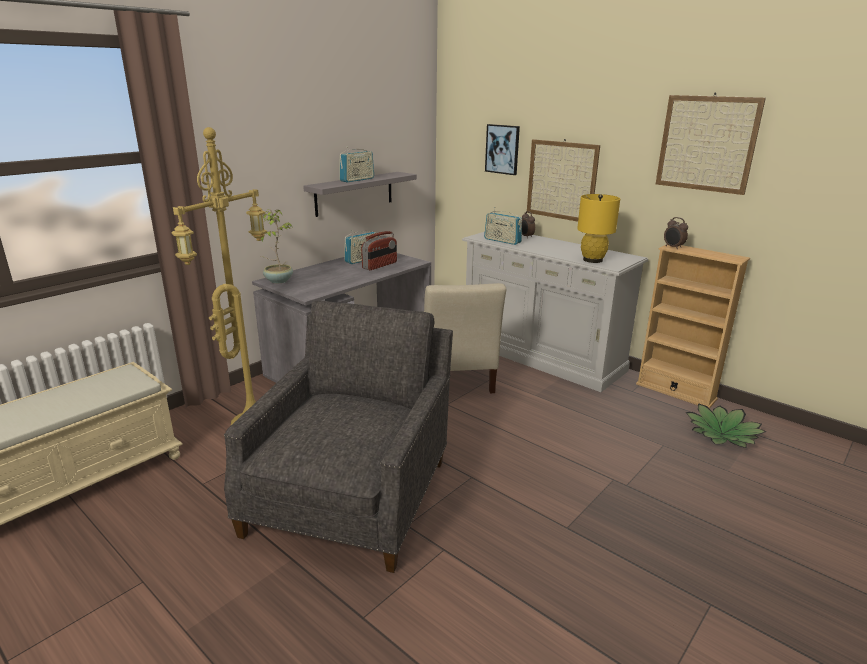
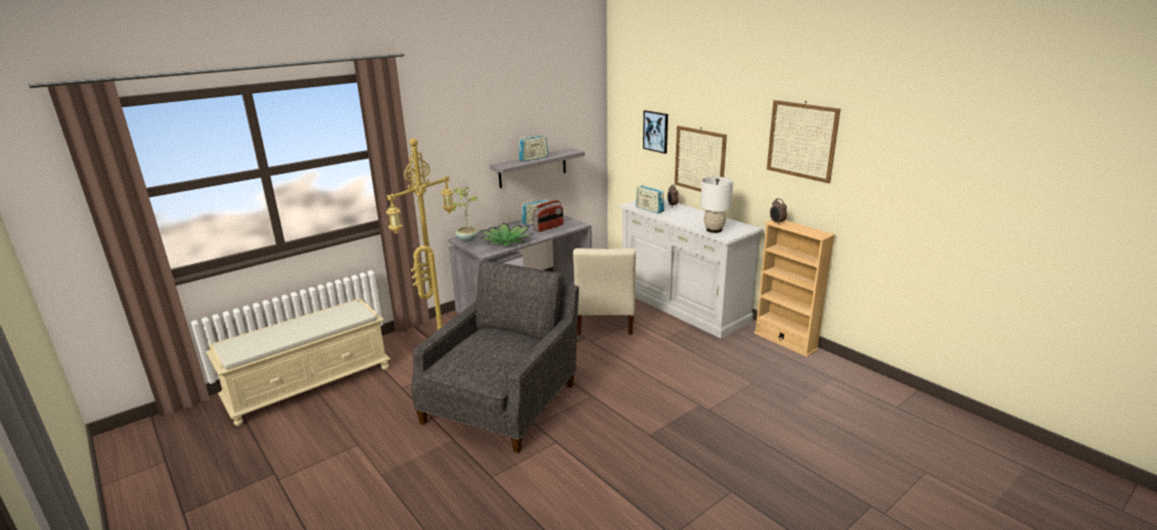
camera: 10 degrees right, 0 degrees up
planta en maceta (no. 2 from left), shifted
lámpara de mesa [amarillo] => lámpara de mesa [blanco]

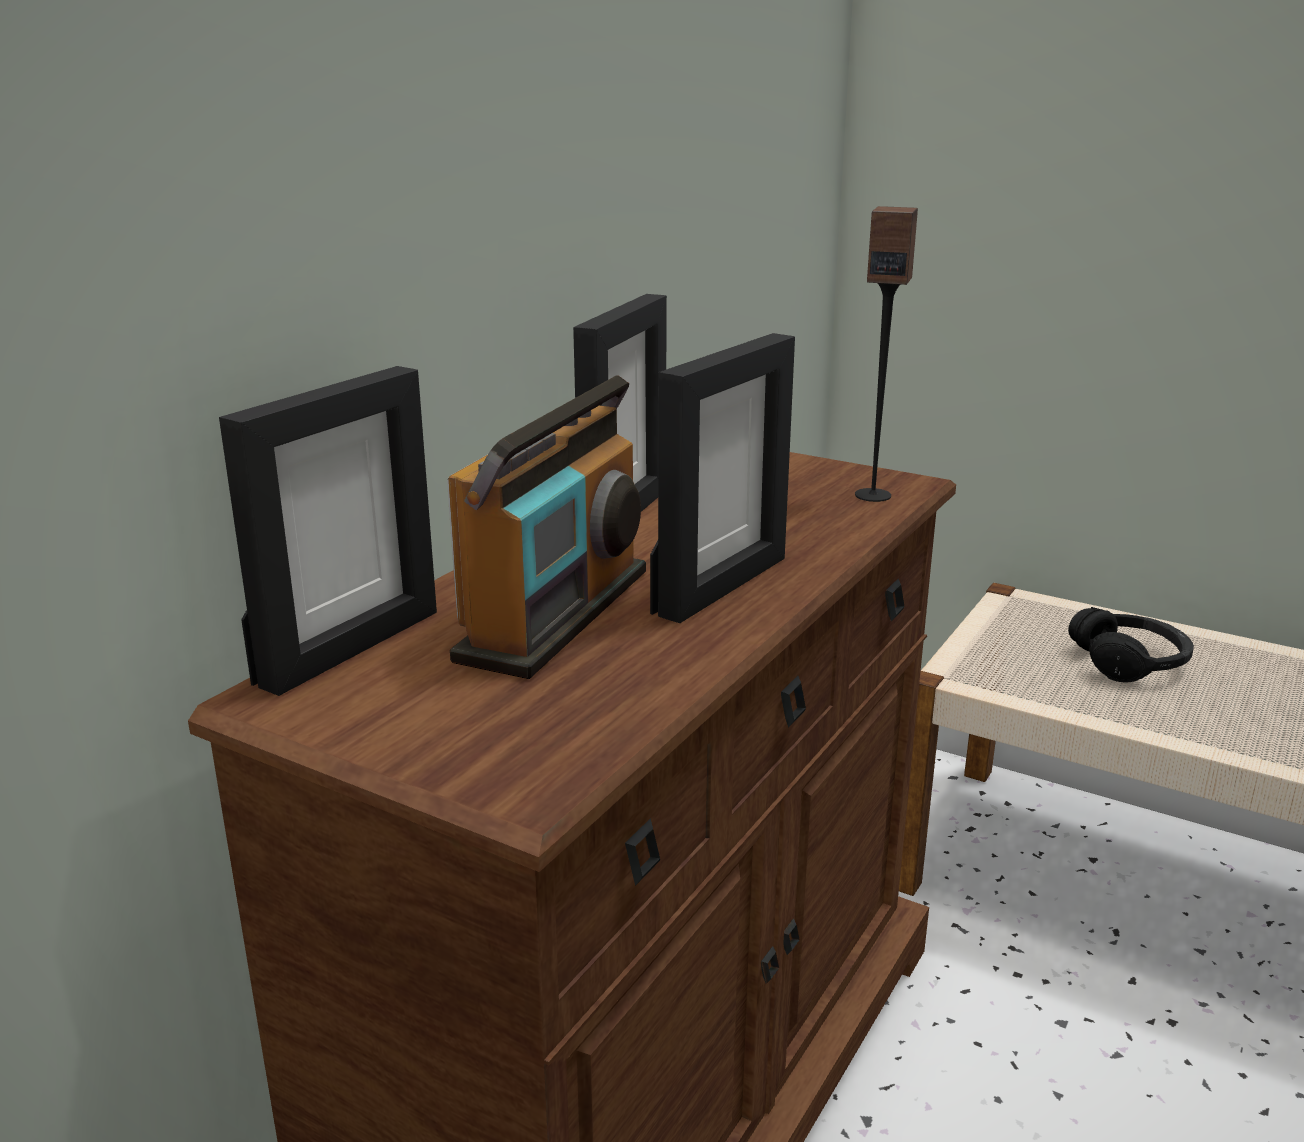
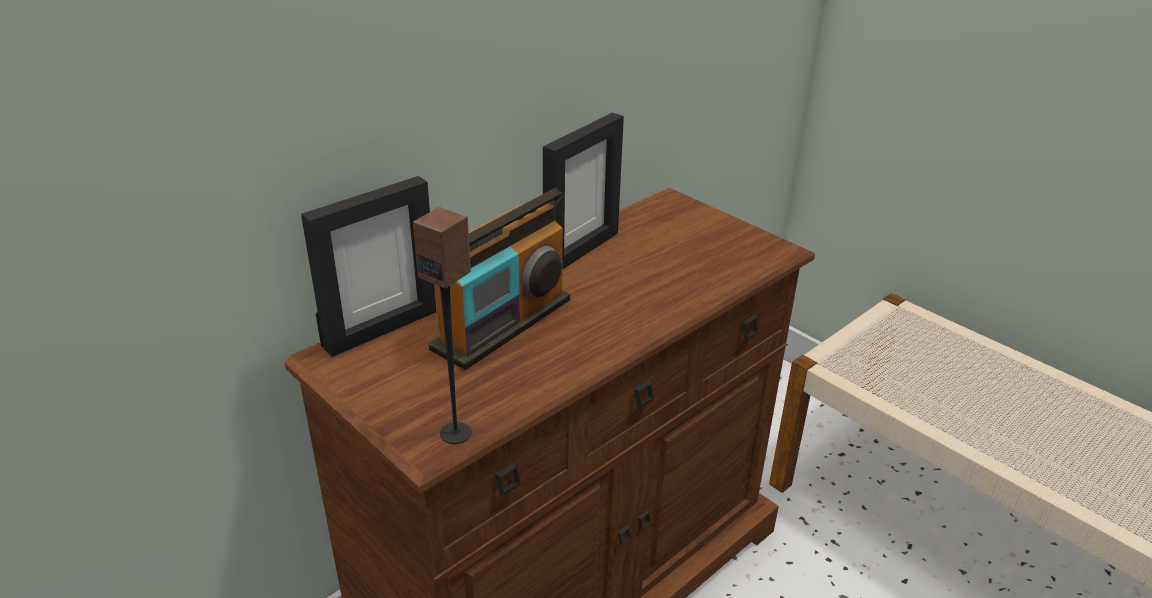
camera: 15 degrees right, 10 degrees up
portarretratos (no. 3 from left) => nothing
auriculares [negro] => nothing
altavoz, shifted

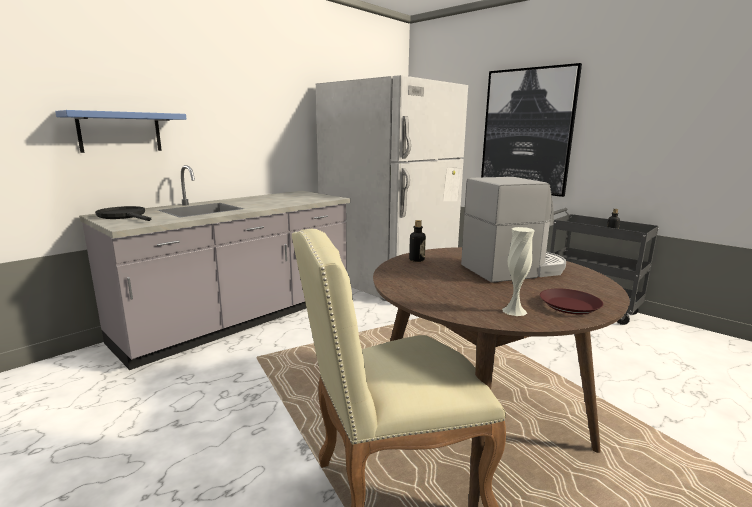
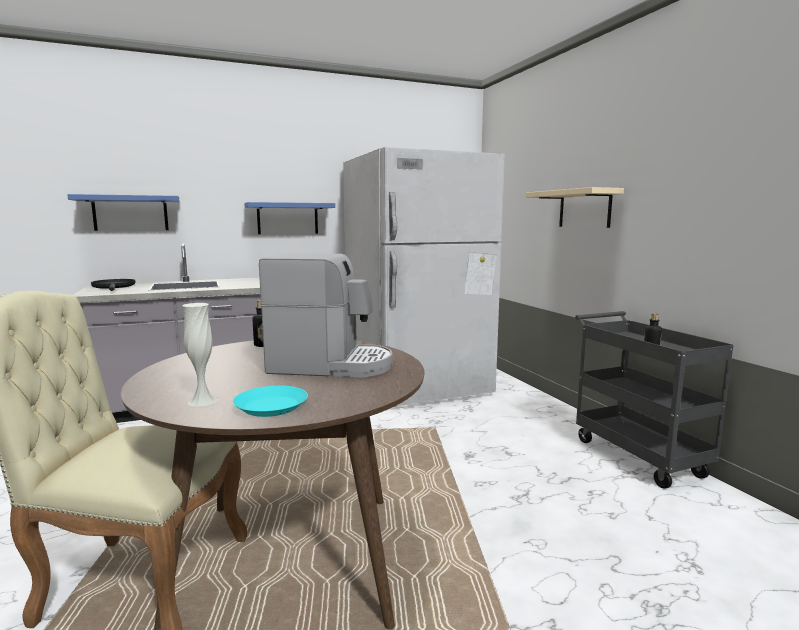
camera: 25 degrees right, 5 degrees down
nothing => estante [azul] (no. 2 from left)
cuadro => estante [beis]
plato [marrón] => plato [turquesa]

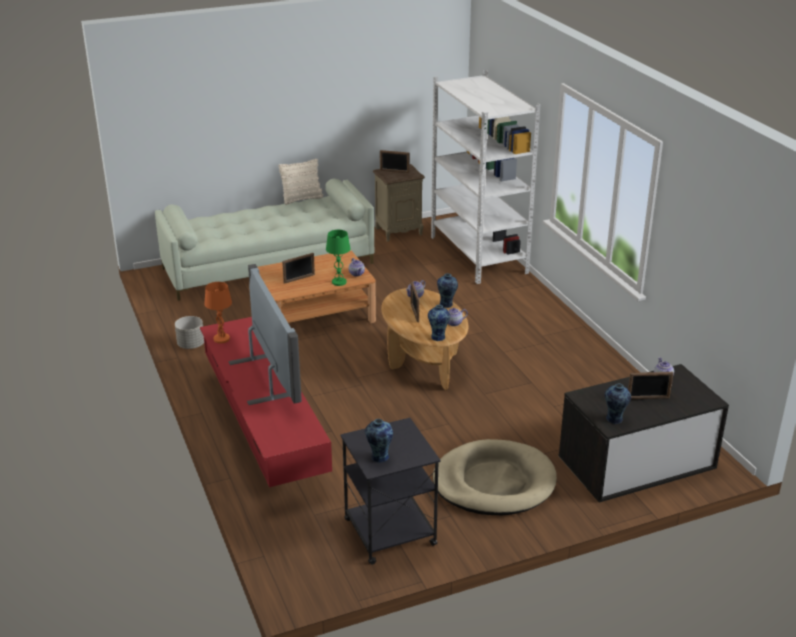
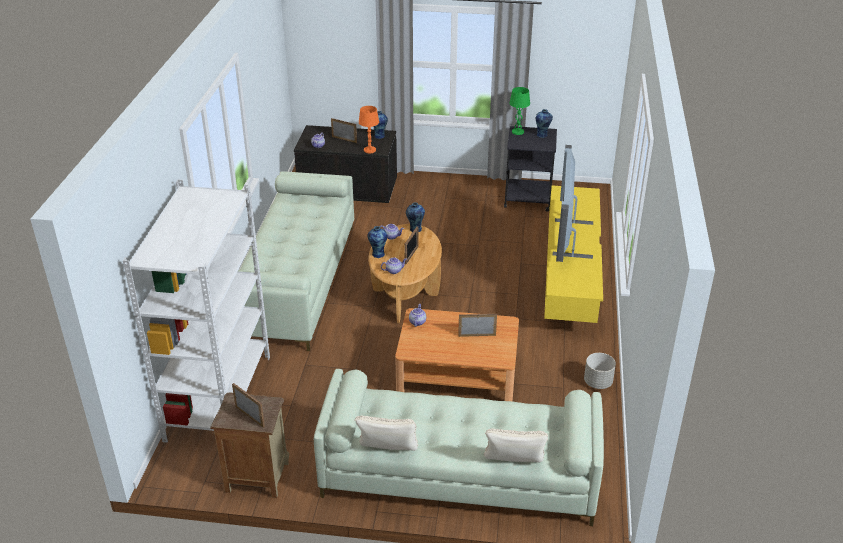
camera: 150 degrees left, 5 degrees up
cama para perro [beis] => nothing
nothing => sofá [blanco] (no. 1 from left)
nothing => cojín [beis] (no. 2 from left)
lámpara de mesa [naranja], shifted
lámpara de mesa [verde], shifted
mueble de televisión [rojo] => mueble de televisión [amarillo]

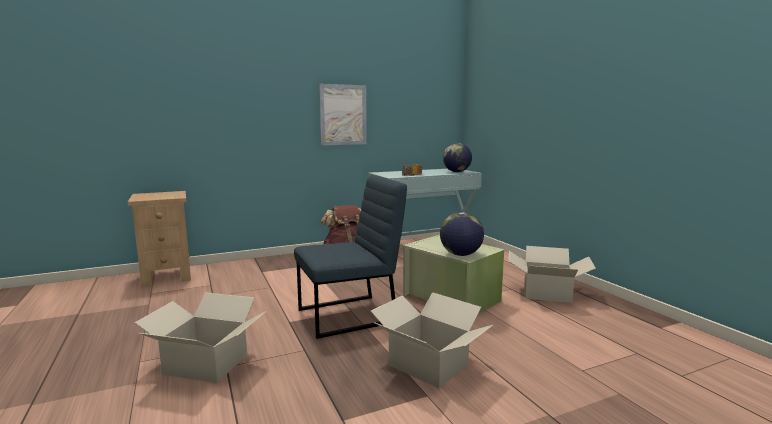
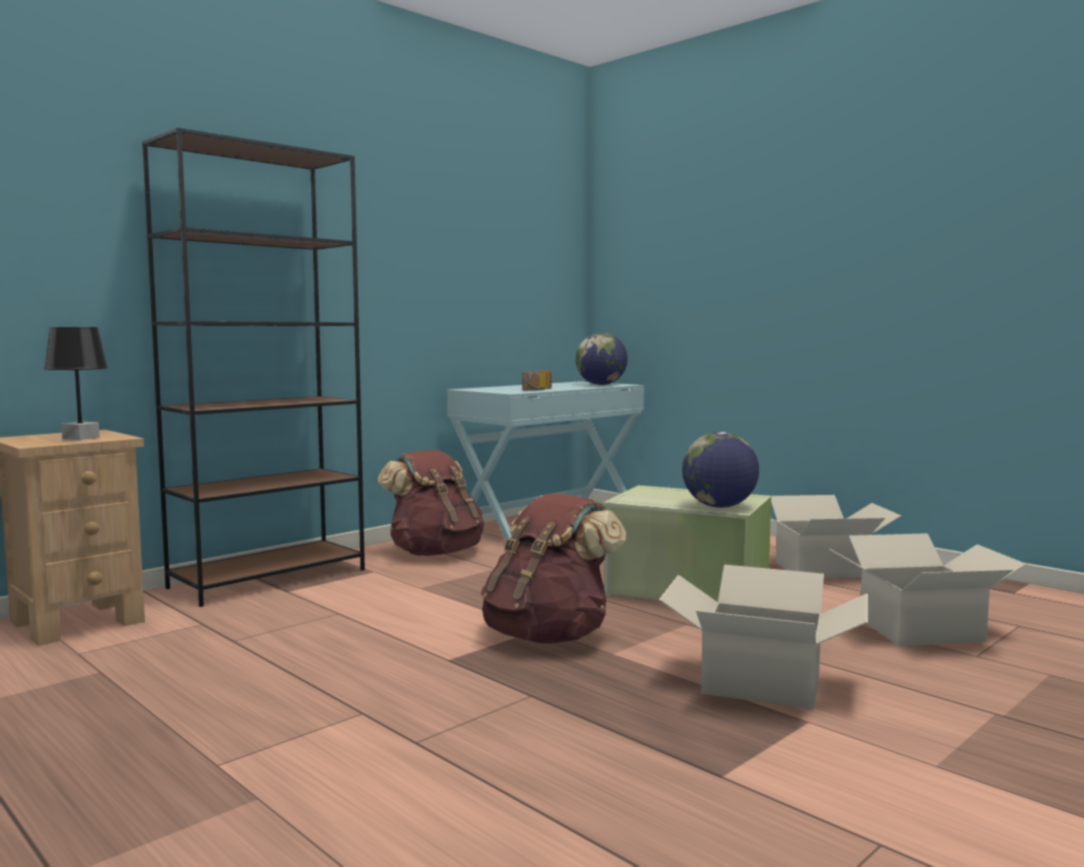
camera: 20 degrees left, 5 degrees down
cuadro => nothing
nothing => lámpara de mesa [negro]
nothing => estantería [marrón]
caja de cartón (no. 1 from left in the first image) => caja de cartón (no. 3 from left), shifted
silla [azul] => mochila [marrón] (no. 2 from left)

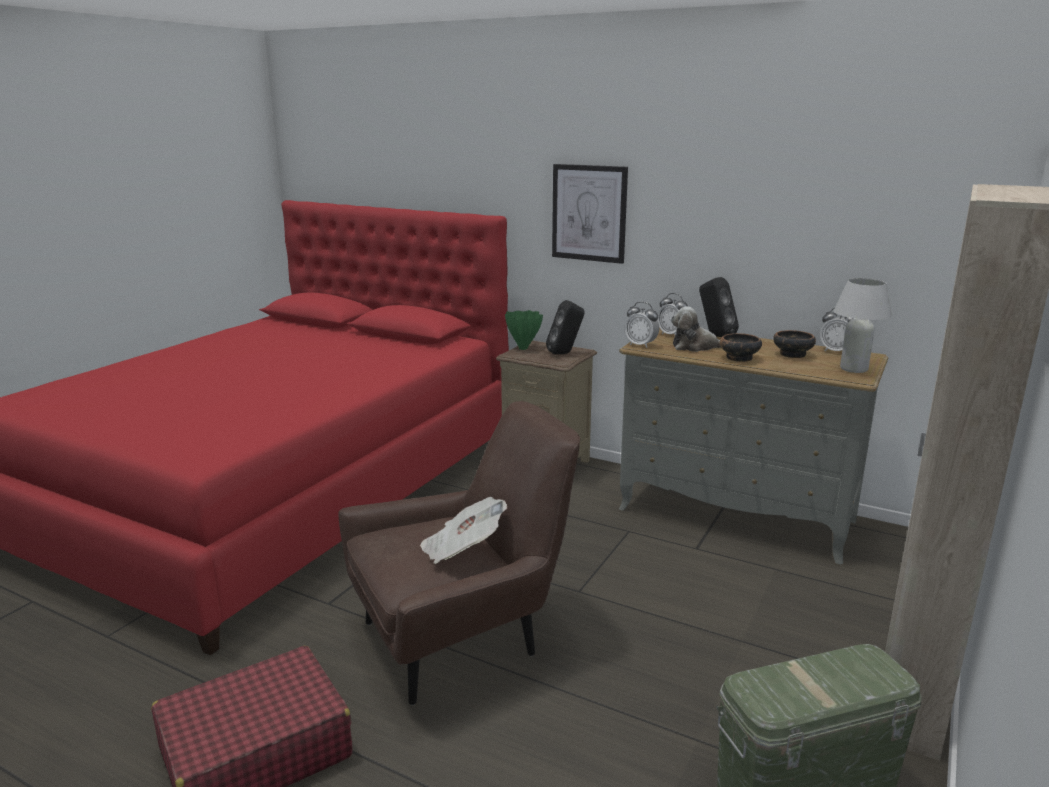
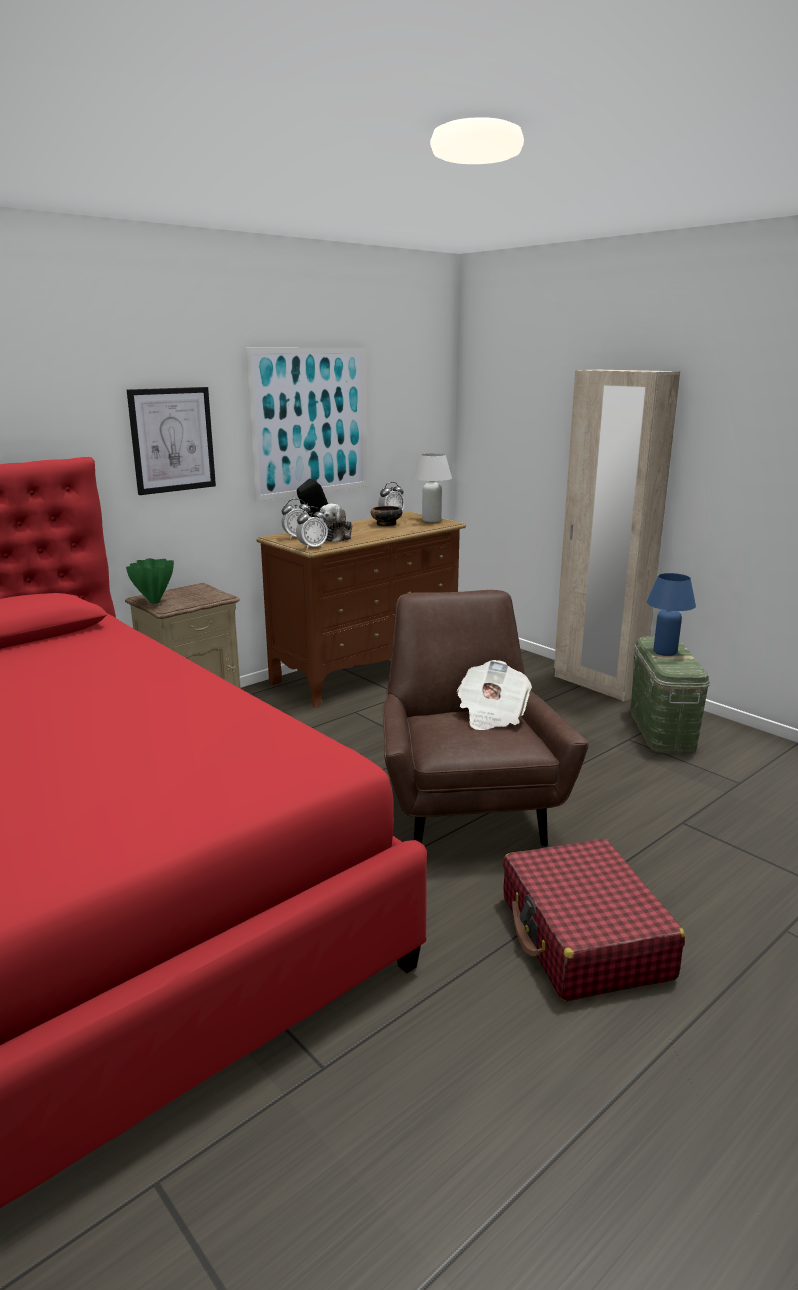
camera: 70 degrees left, 0 degrees up
altavoz [negro] (no. 1 from left) => nothing
cuenco (no. 1 from left) => nothing
nothing => cuadro (no. 2 from left)
nothing => lámpara de mesa [azul]
cómoda [gris] => cómoda [marrón]

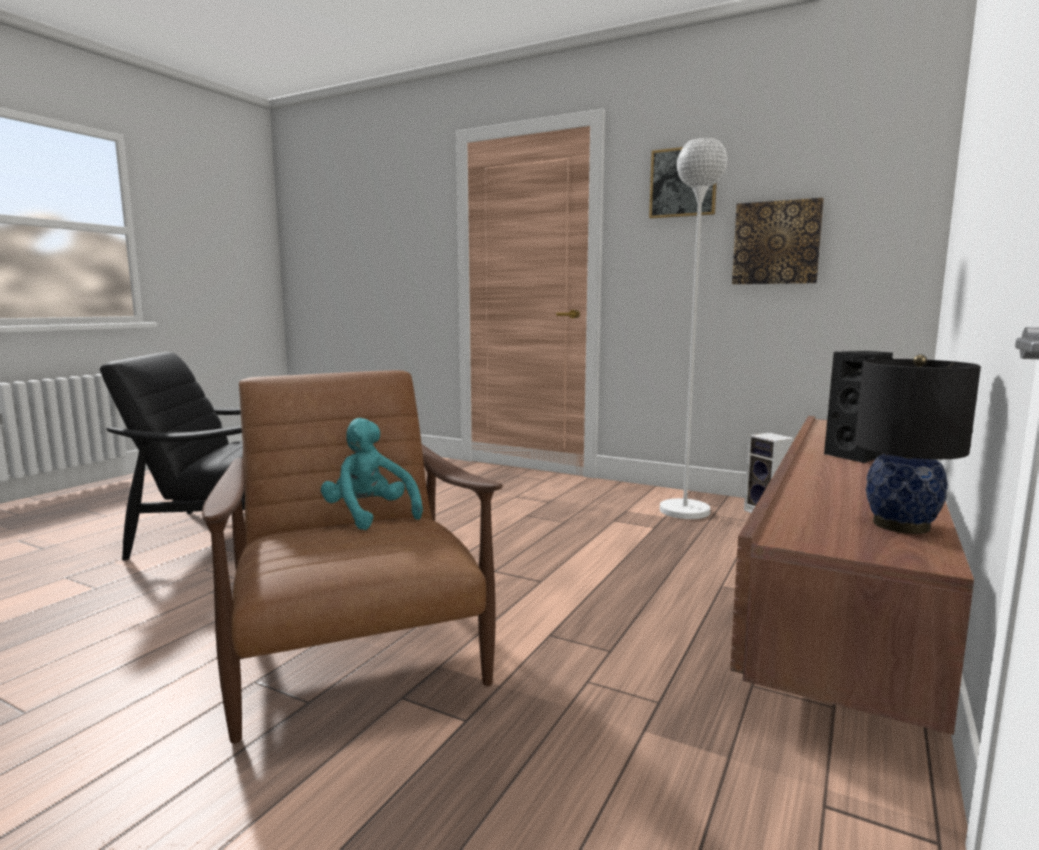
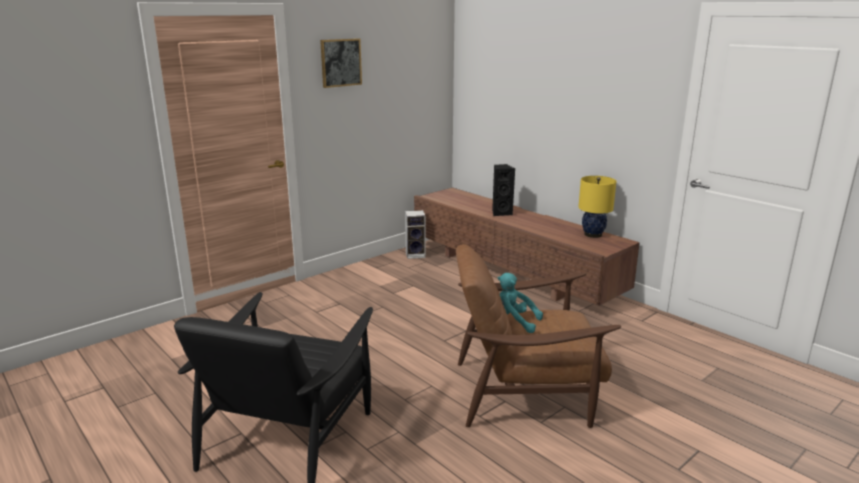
camera: 70 degrees left, 10 degrees up
lámpara de pie [blanco] => nothing
cuadro (no. 2 from left) => nothing
lámpara de mesa [negro] => lámpara de mesa [amarillo]
peluche [turquesa], 45 degrees clockwise

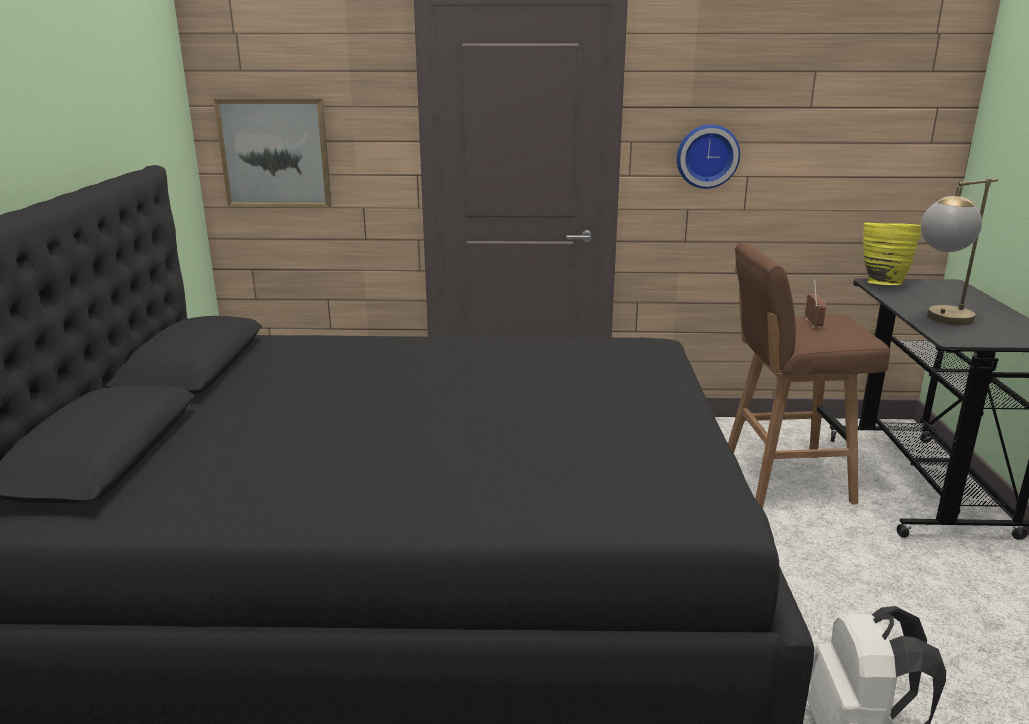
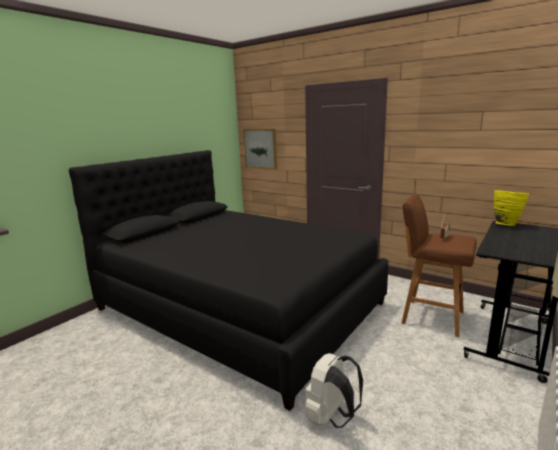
camera: 35 degrees right, 5 degrees down
reloj de pared => nothing
lámpara de mesa => nothing

